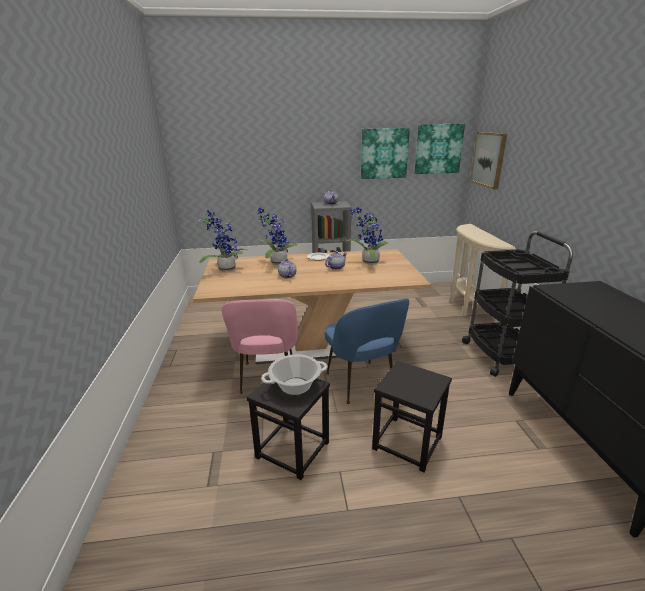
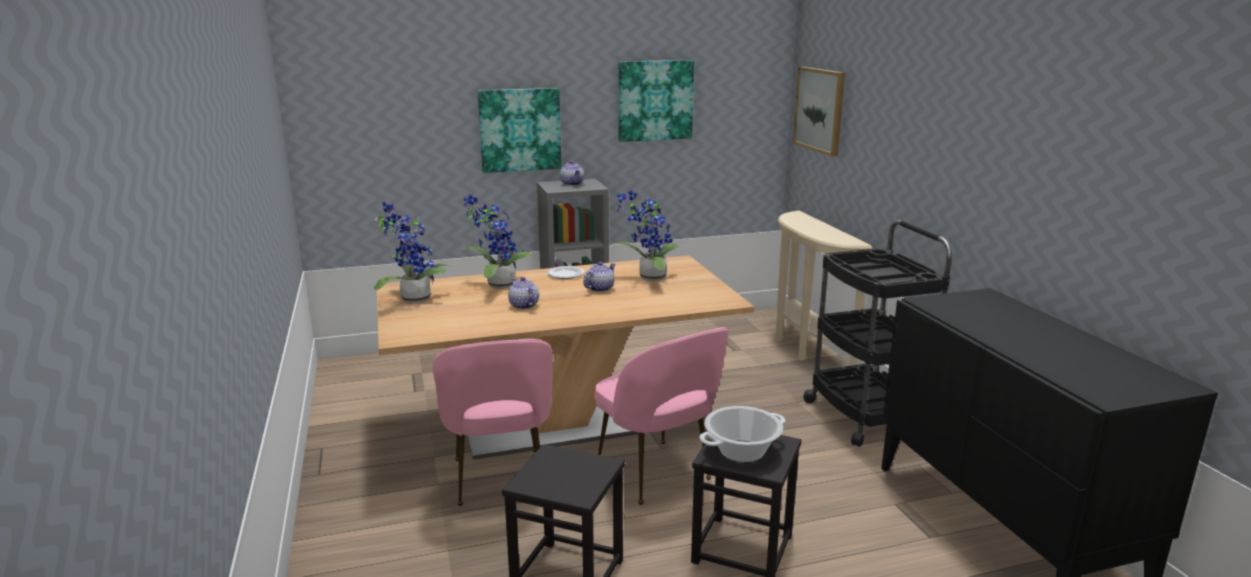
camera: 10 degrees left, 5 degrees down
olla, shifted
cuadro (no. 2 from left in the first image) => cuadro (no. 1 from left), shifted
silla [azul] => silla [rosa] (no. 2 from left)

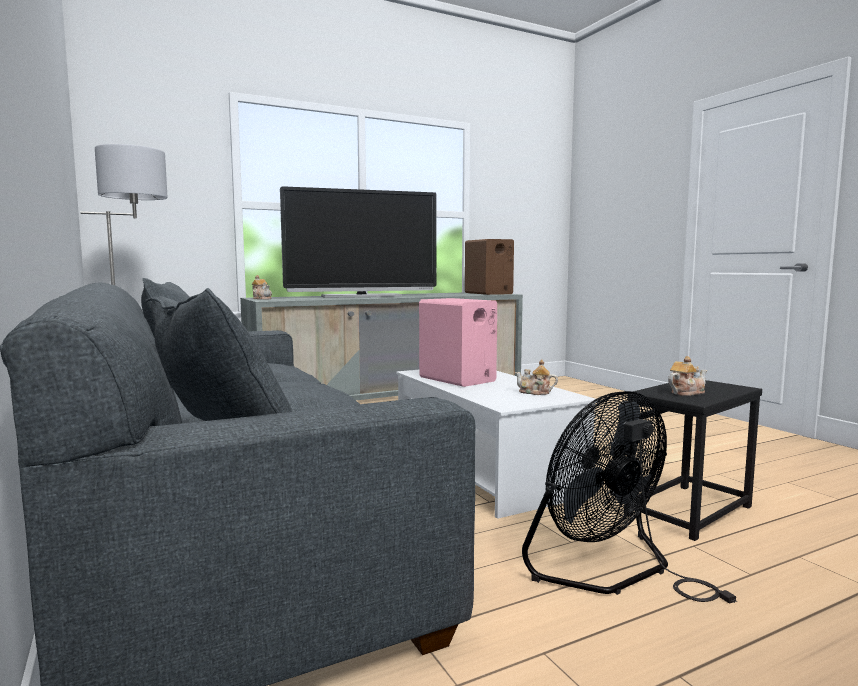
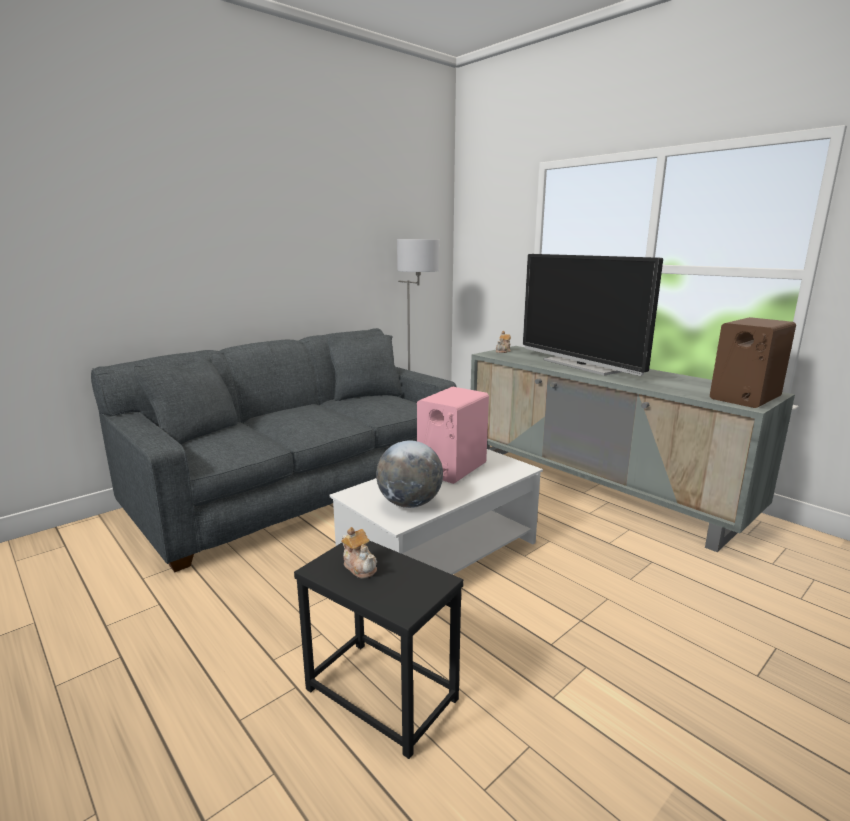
camera: 75 degrees right, 10 degrees up
ventilador [negro] => nothing
tetera (no. 2 from left) => globo terráqueo

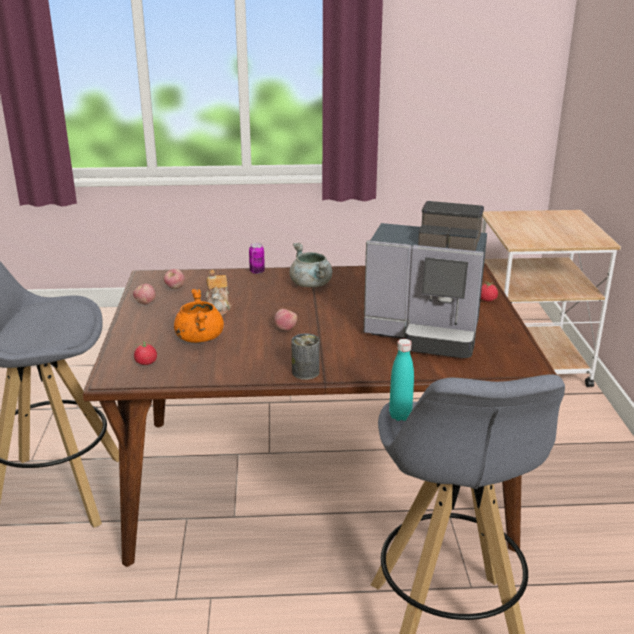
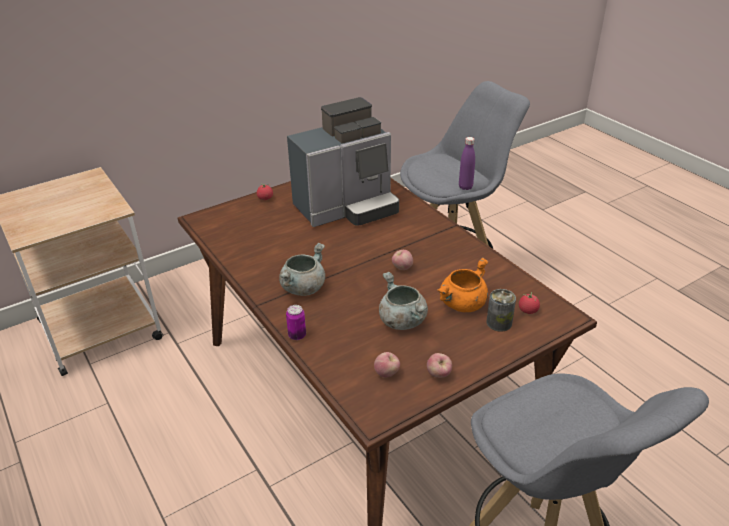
camera: 120 degrees left, 10 degrees up
lata (no. 2 from left), shifted
tetera => olla [gris] (no. 2 from left)
botella [turquesa] => botella [morado]
cafetera, 75 degrees clockwise

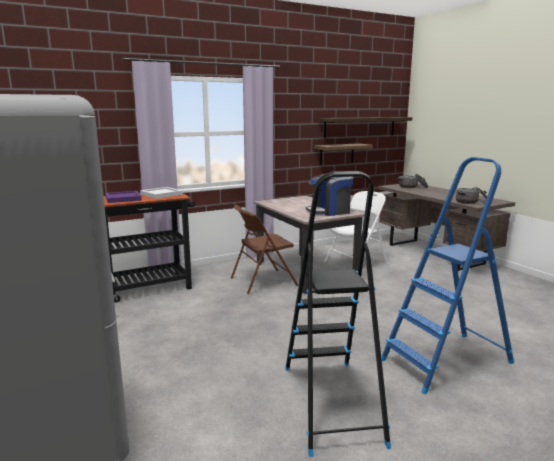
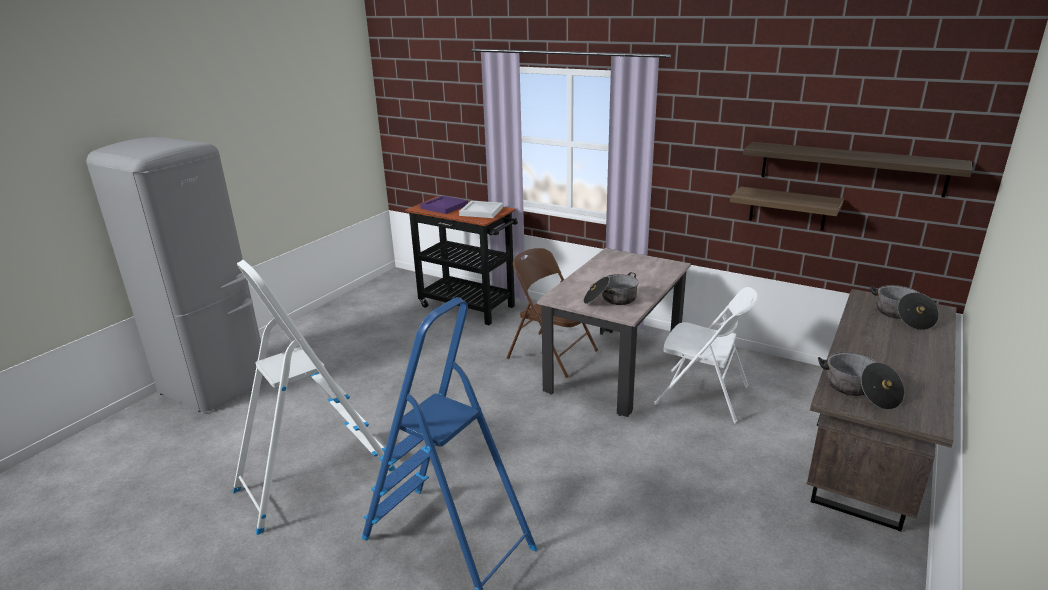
camera: 60 degrees right, 10 degrees up
cafetera => olla (no. 1 from left)
escalera de tijera [negro] => escalera de tijera [blanco]

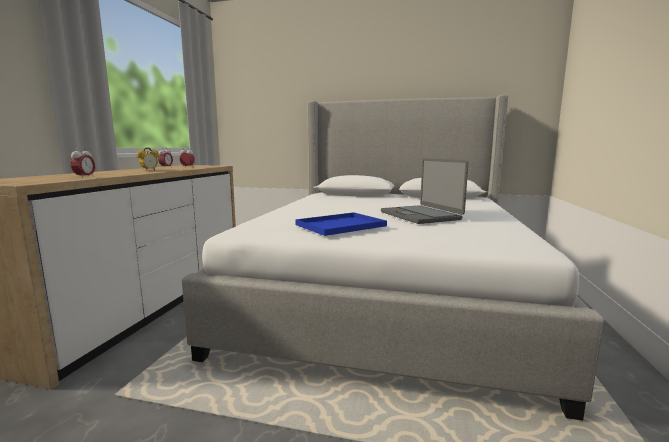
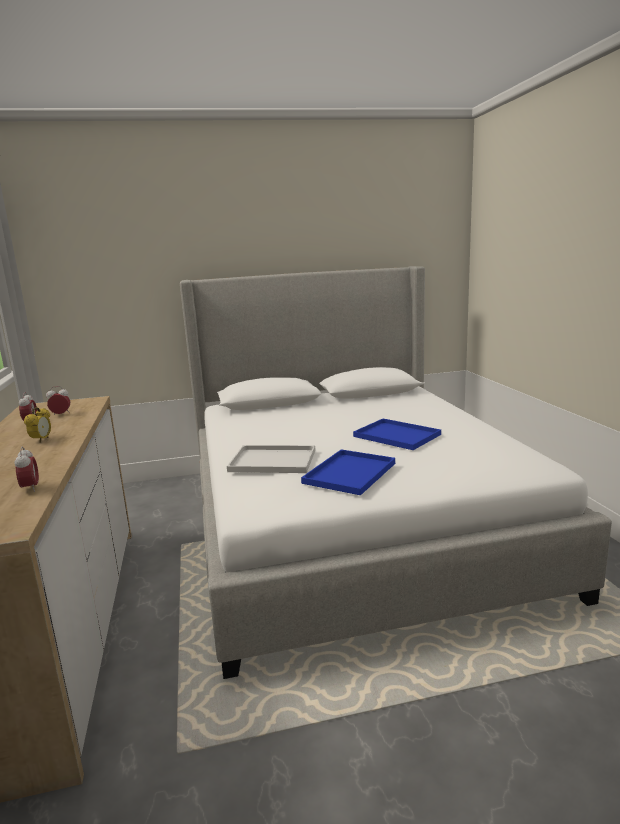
camera: 25 degrees left, 5 degrees up
nothing => bandeja [blanco]
portátil => bandeja [azul] (no. 2 from left)

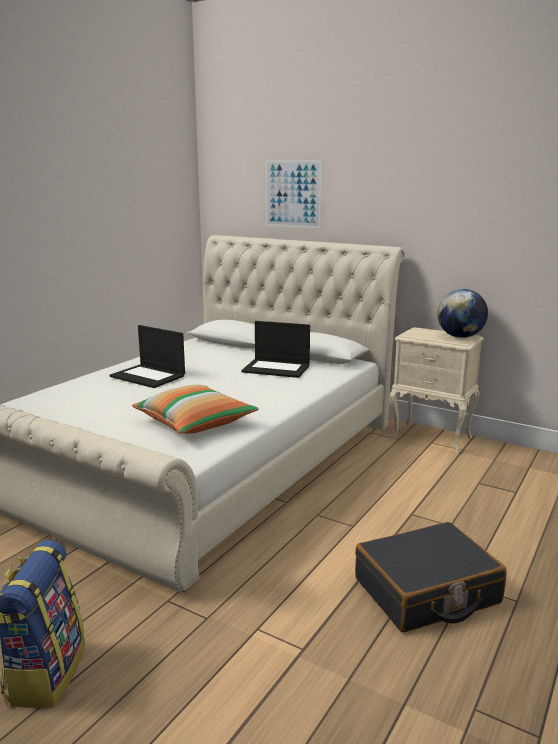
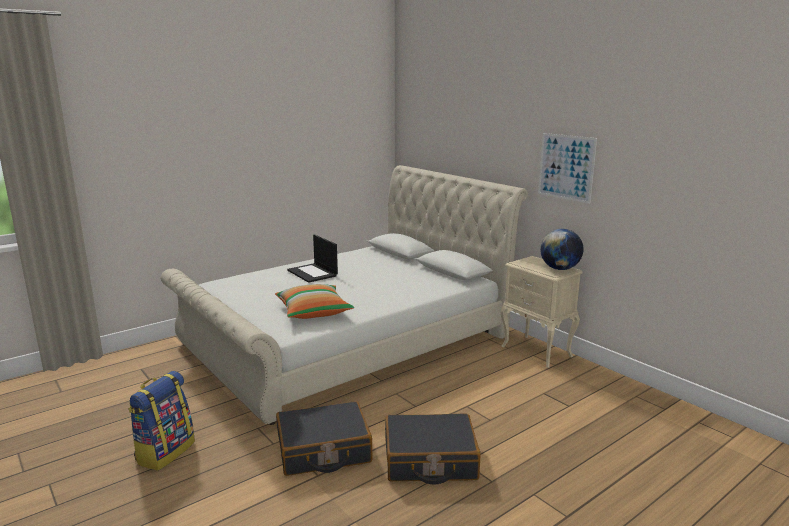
camera: 20 degrees right, 0 degrees up
portátil (no. 2 from left) => nothing
nothing => maleta [negro] (no. 1 from left)
cuadro, shifted

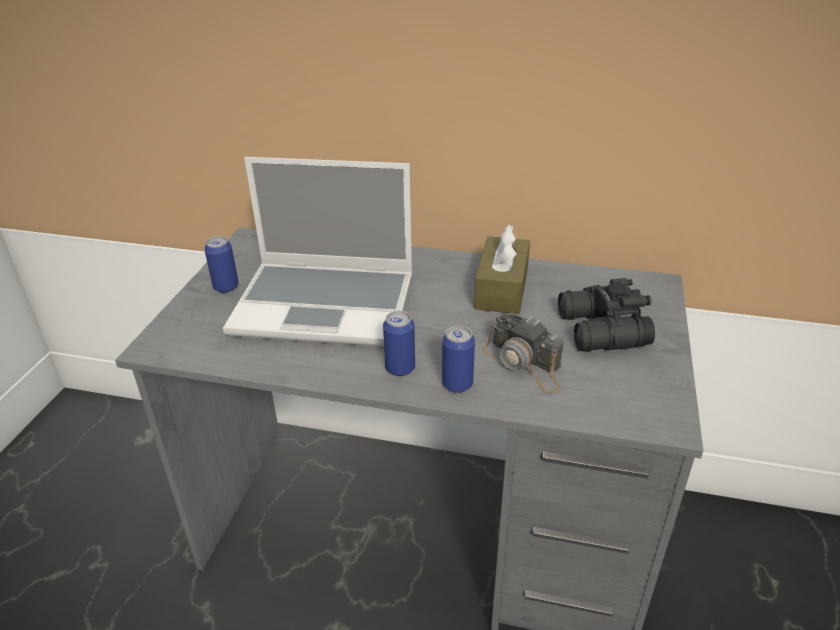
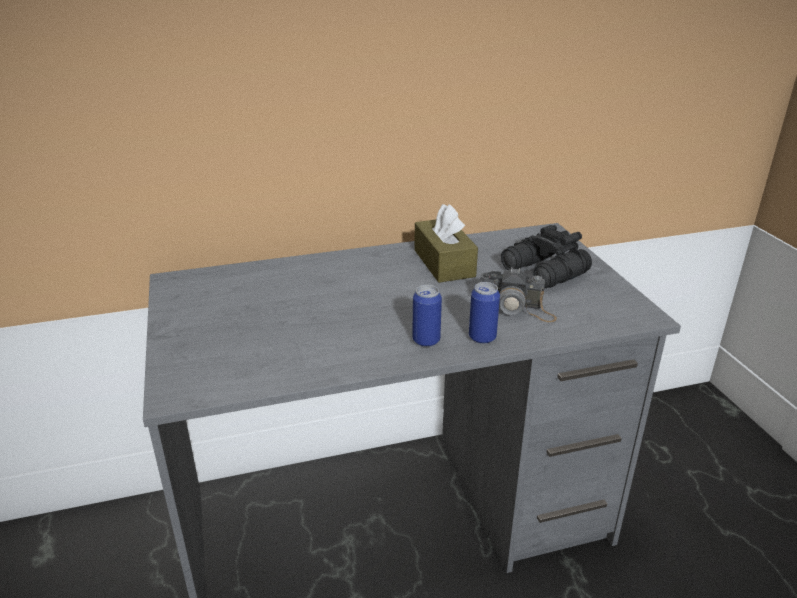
camera: 30 degrees left, 5 degrees down
lata (no. 1 from left) => nothing
portátil => nothing

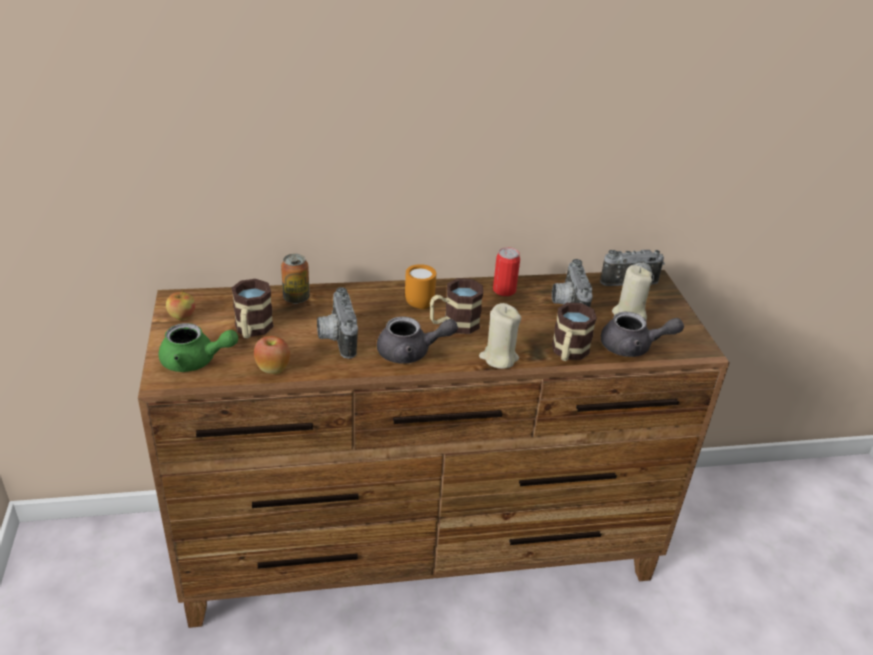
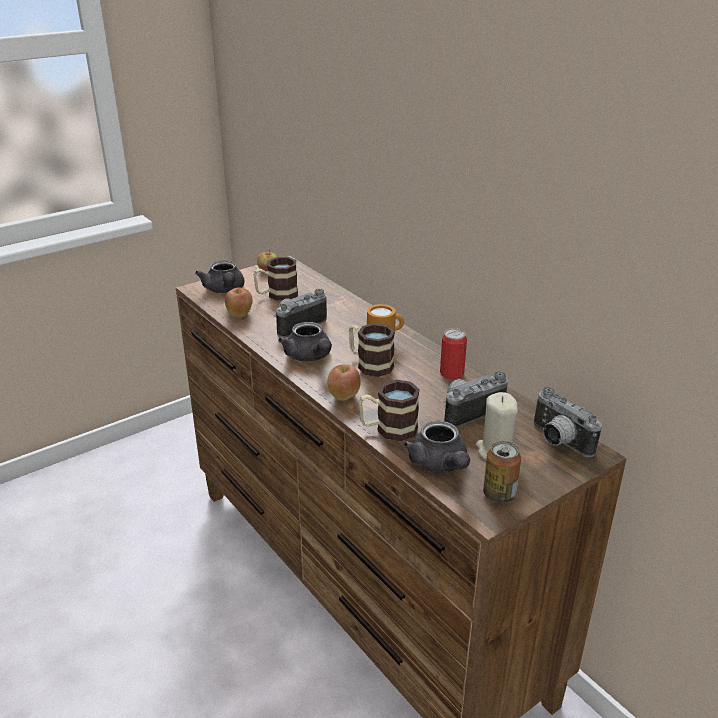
camera: 65 degrees right, 5 degrees down
lata (no. 1 from left in the first image) => lata (no. 2 from left), shifted
vela [beis] (no. 1 from left) => manzana (no. 3 from left)
tetera [verde] => tetera [gris] (no. 1 from left)

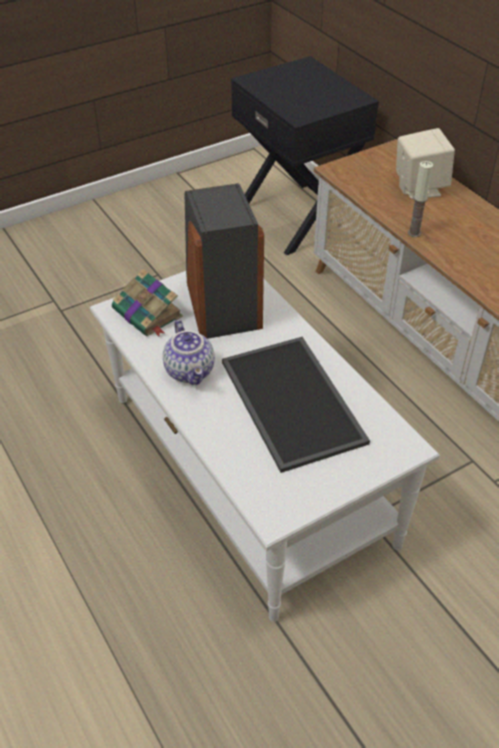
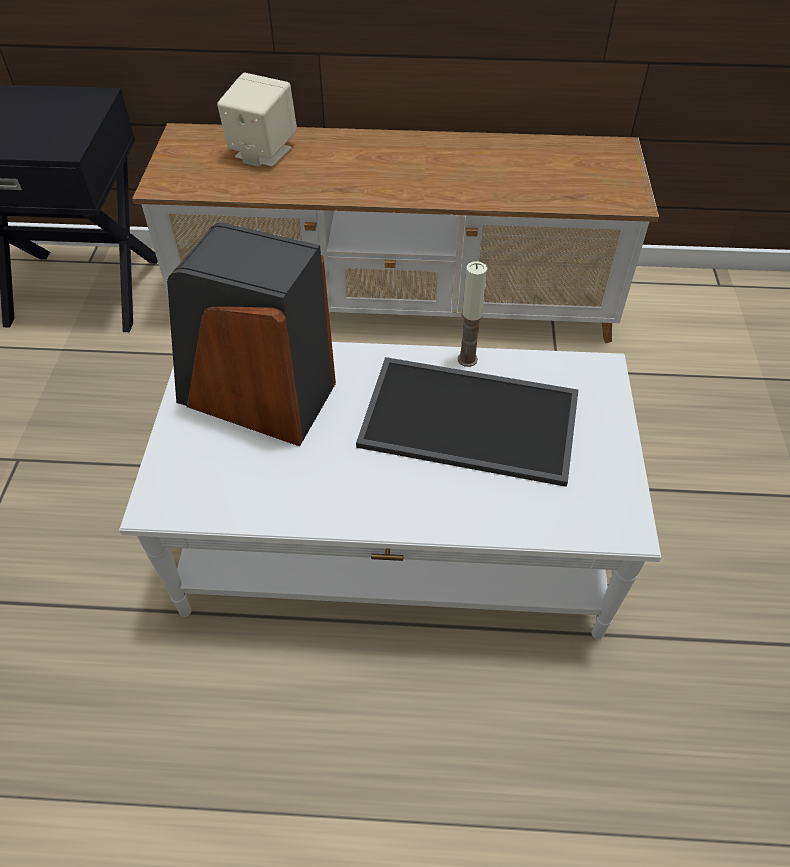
camera: 55 degrees left, 5 degrees up
libro => nothing
tetera => nothing
vela, shifted

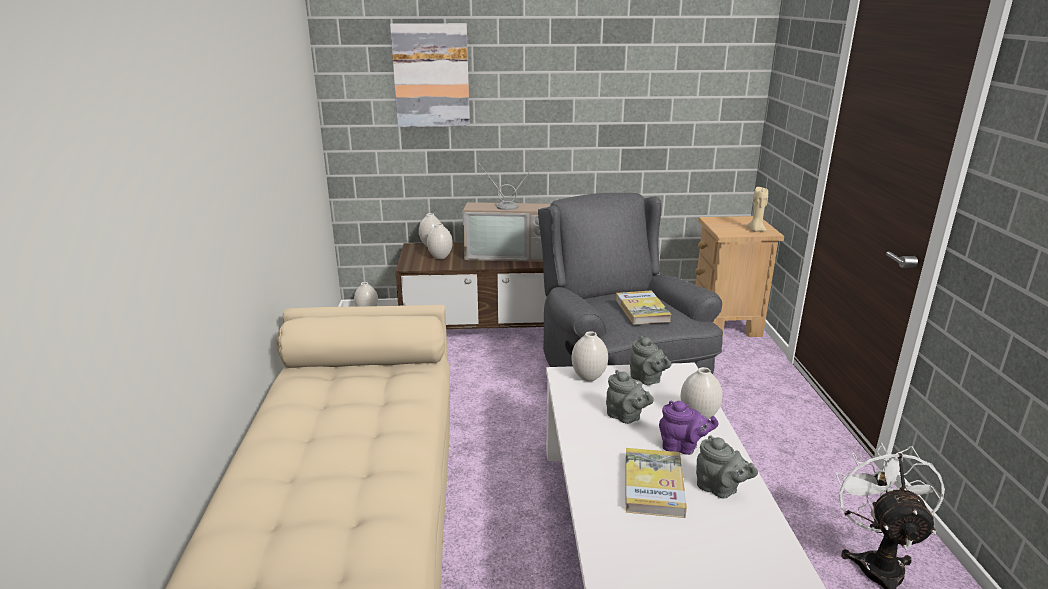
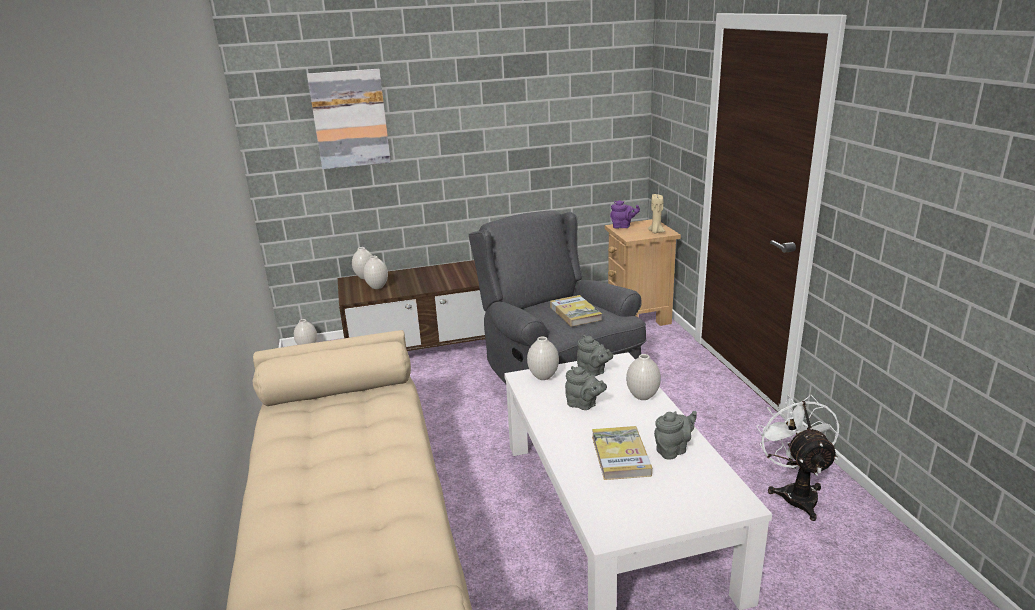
camera: 10 degrees left, 0 degrees up
televisor => nothing
tetera [morado], shifted
tetera [gris] (no. 3 from left), 60 degrees counterclockwise

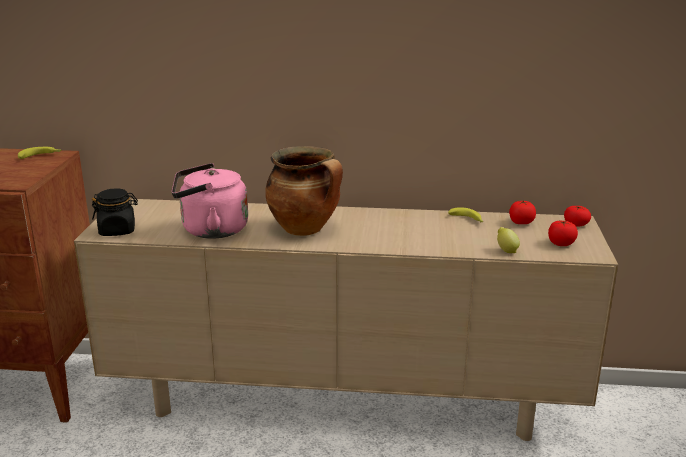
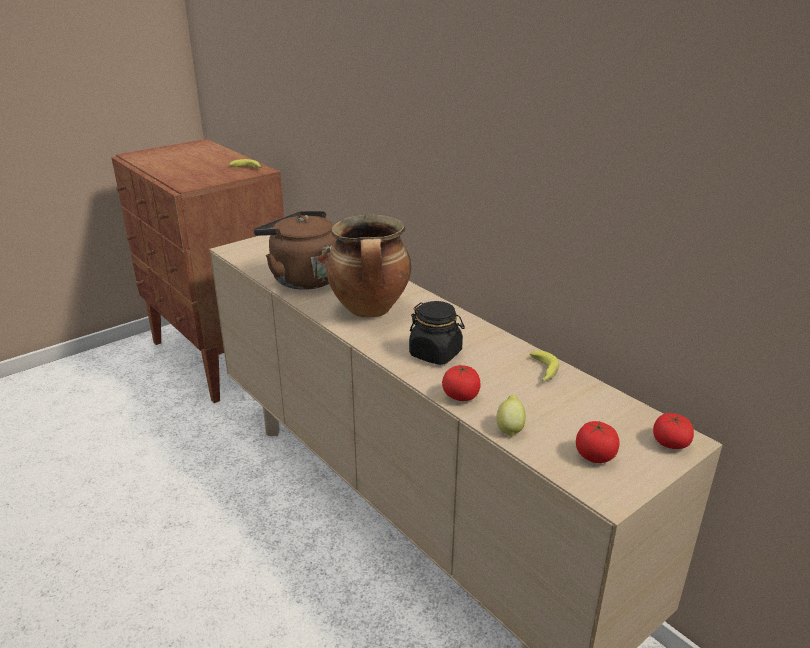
camera: 45 degrees right, 5 degrees up
tarro [negro], shifted
tomate (no. 1 from left), shifted
hervidor [rosa] => hervidor [marrón]

